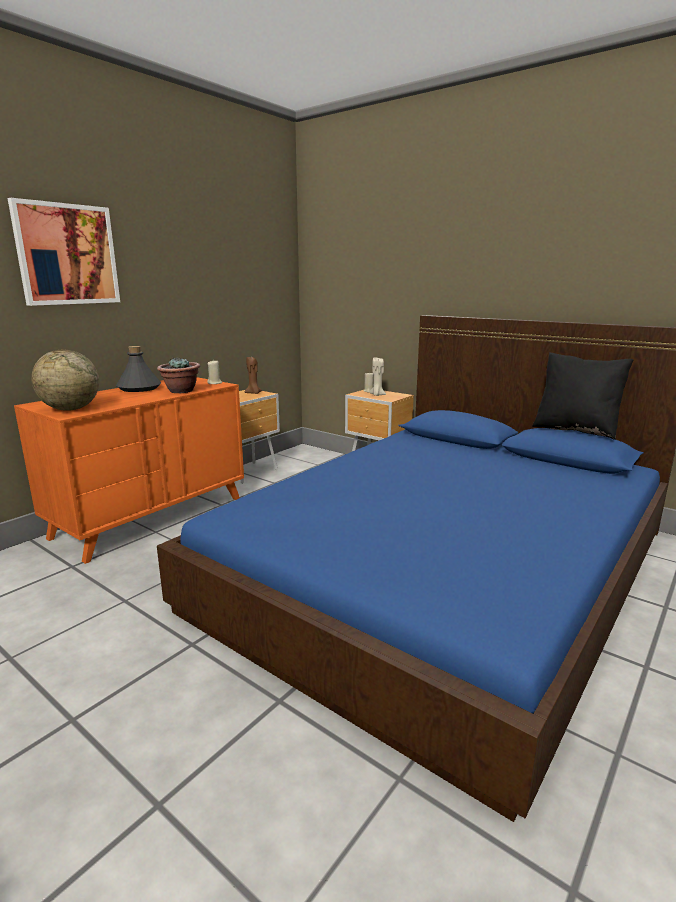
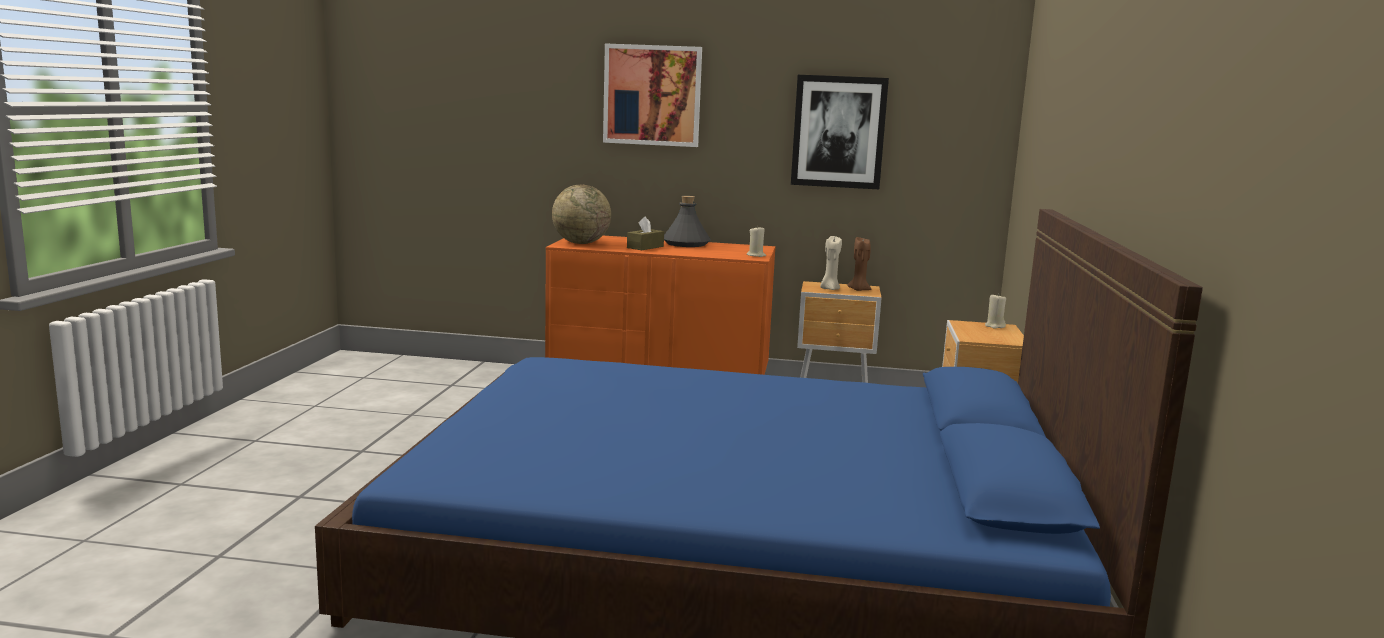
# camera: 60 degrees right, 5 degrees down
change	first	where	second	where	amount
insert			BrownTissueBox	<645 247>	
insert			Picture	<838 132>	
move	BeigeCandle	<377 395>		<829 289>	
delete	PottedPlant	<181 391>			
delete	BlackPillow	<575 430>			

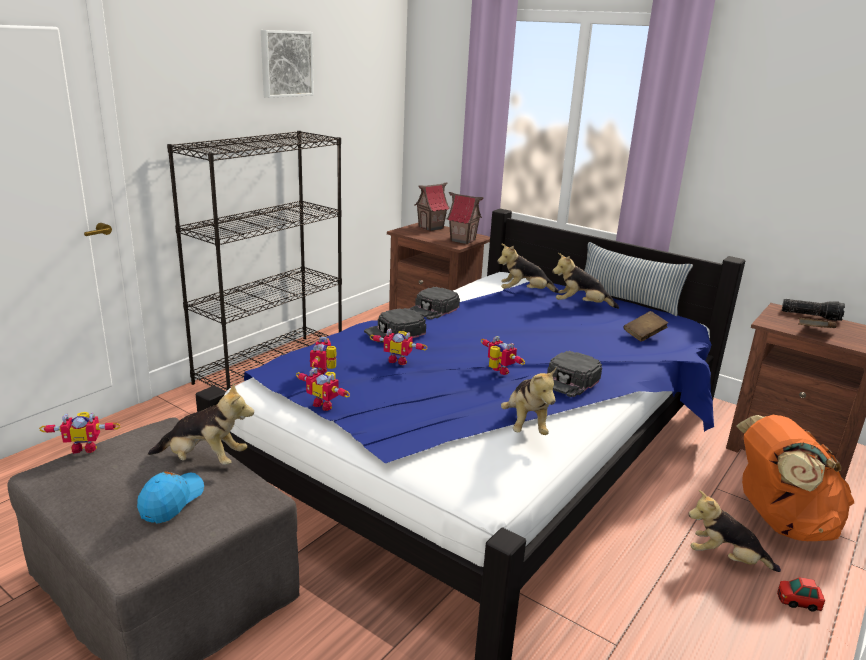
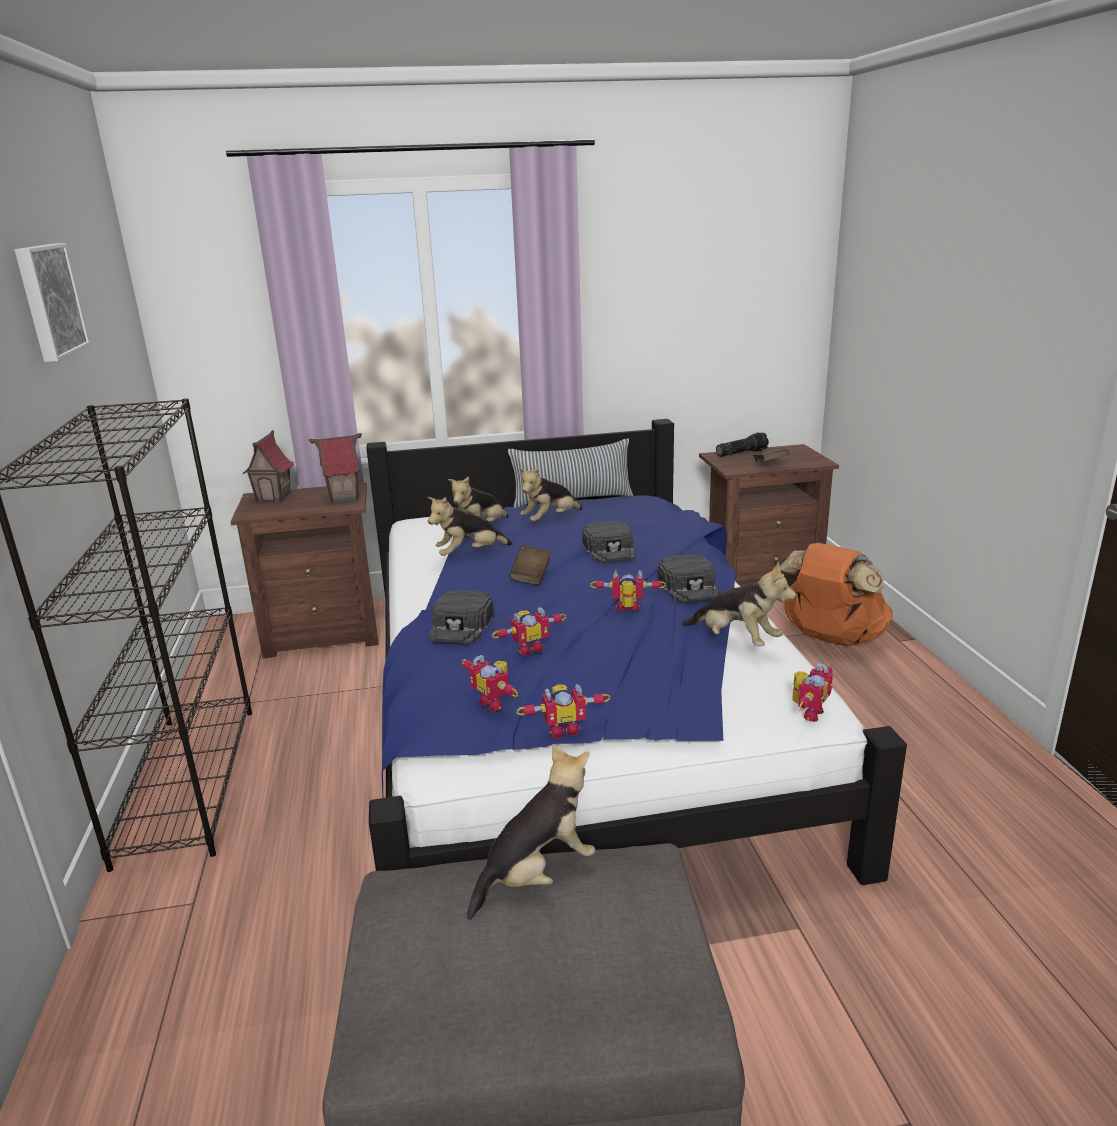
# camera: 45 degrees left, 0 degrees up
change	first	where	second	where	amount
move	PlushToy	<725 559>		<469 554>	
move	BrownBook	<644 335>		<531 576>	
move	BlackCap	<433 309>		<610 549>	
move	ToyRobot	<85 447>		<808 712>	
delete	BlueCap	<171 501>			
delete	ToyCar	<798 601>			

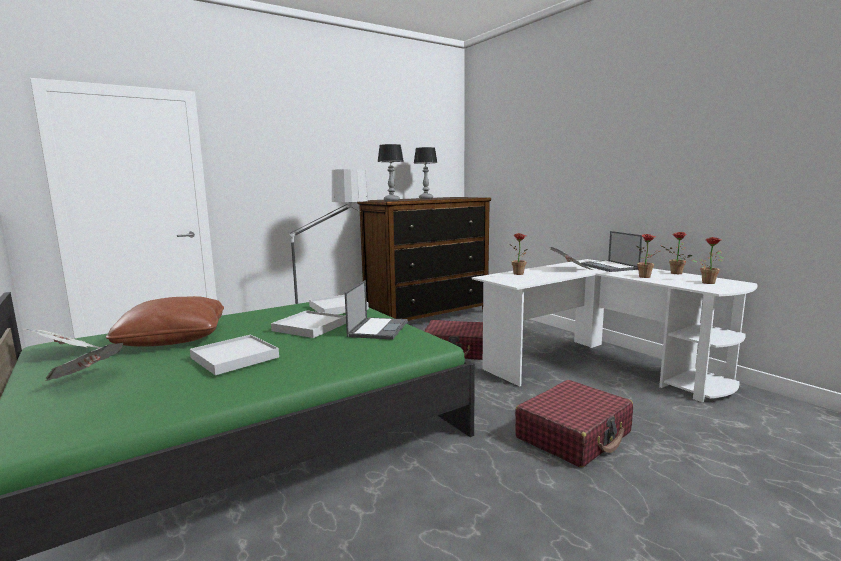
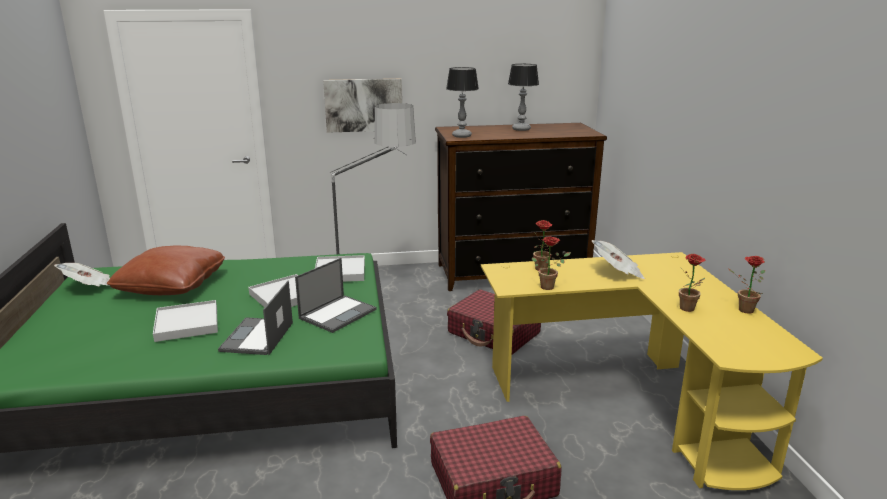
# camera: 25 degrees right, 10 degrees up
change	first	where	second	where	amount
move	Laptop	<610 267>		<257 337>	
insert			Picture	<363 105>	
recolor	WhiteDesk	<600 367>	YellowDesk	<634 401>	
move	PottedPlant	<708 282>		<549 286>	
delete	Newspaper	<88 379>			

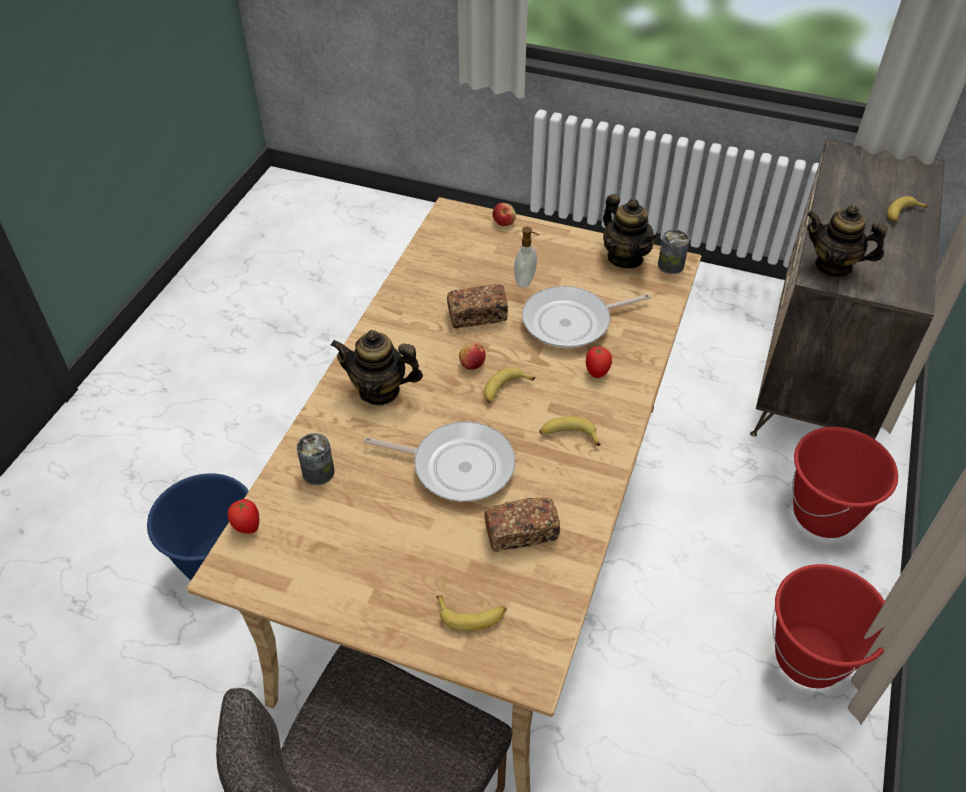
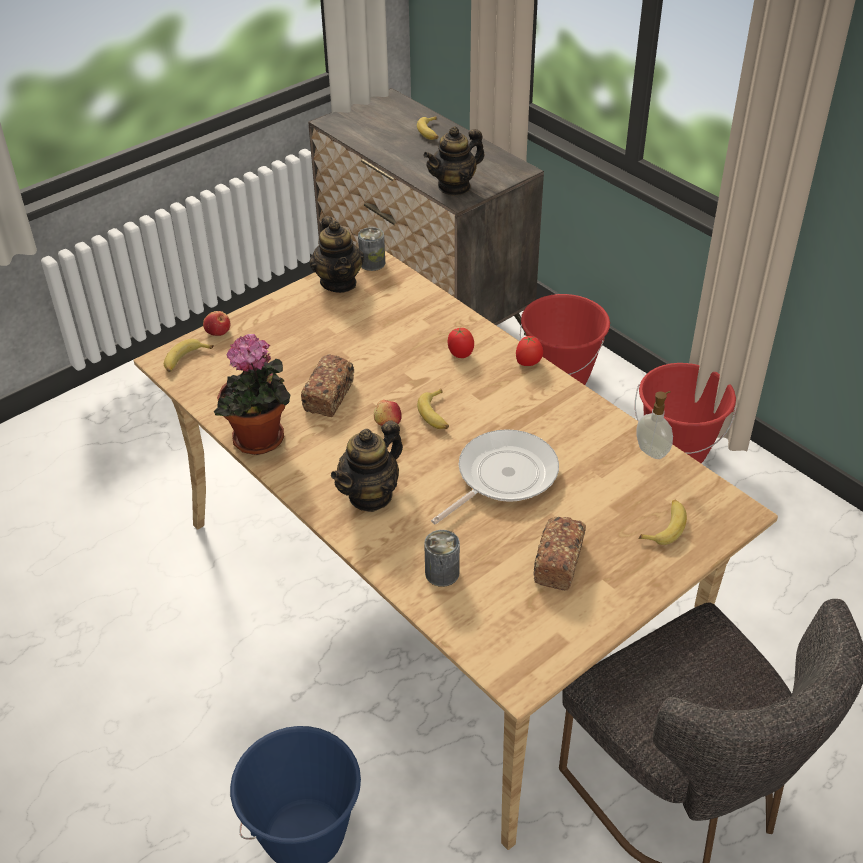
# camera: 60 degrees left, 5 degrees down
change	first	where	second	where	amount
move	Banana	<568 435>		<185 360>	
insert			PottedPlant	<260 442>	
rotate	Teapot	<625 257>		<339 282>	75 degrees clockwise
move	Tomato	<247 526>		<528 363>	
move	Bread	<521 532>		<558 562>	
move	SoapDispenser	<525 281>		<652 451>	
delete	FryingPan	<571 322>			

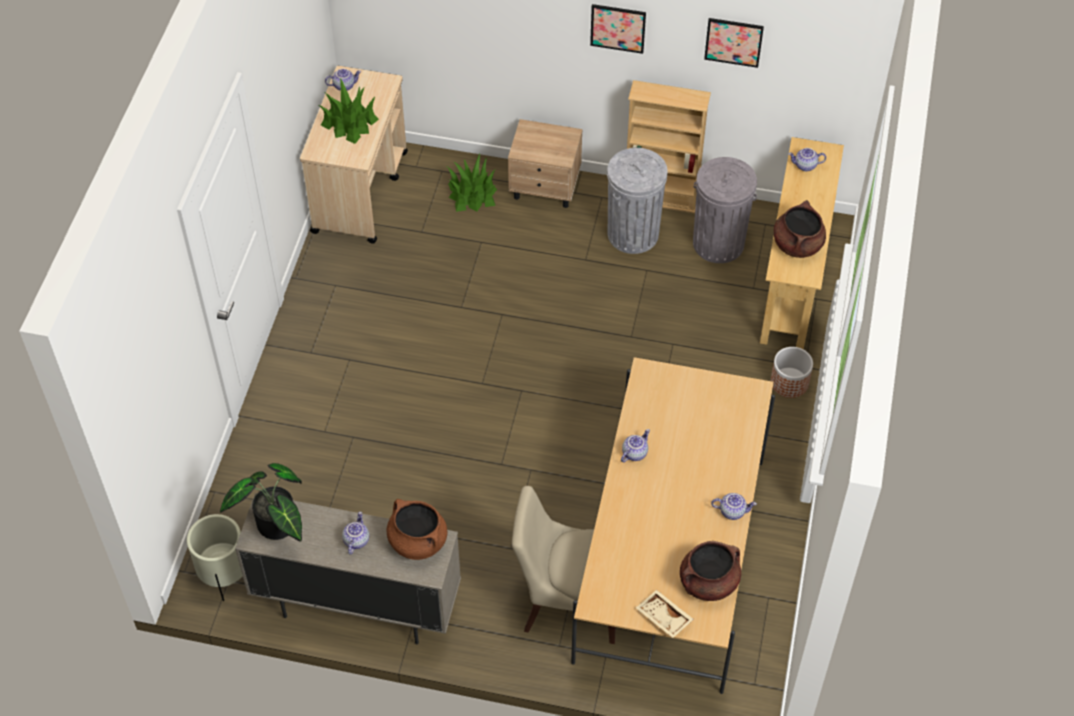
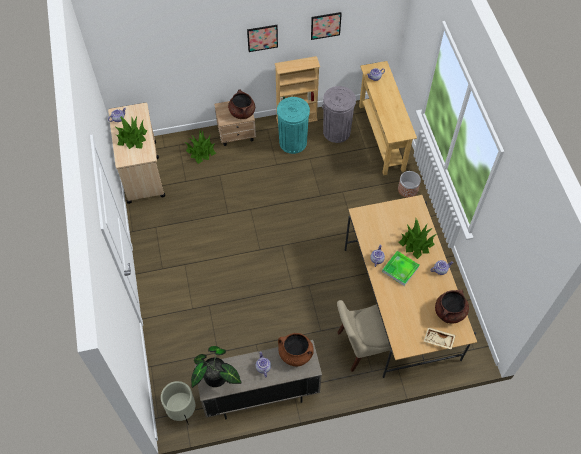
# camera: 25 degrees left, 5 degrees up
change	first	where	second	where	amount
move	BrownCookingPot	<797 244>		<242 112>	
recolor	GreyTrashCan	<633 234>	TurquoiseTrashCan	<293 142>	
insert			Tray	<400 269>	
insert			PottedPlant	<416 243>	

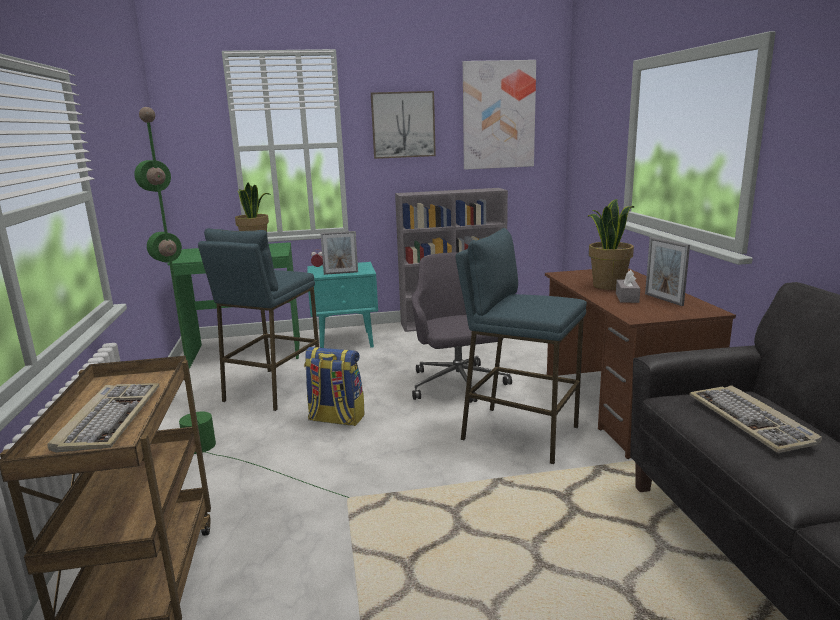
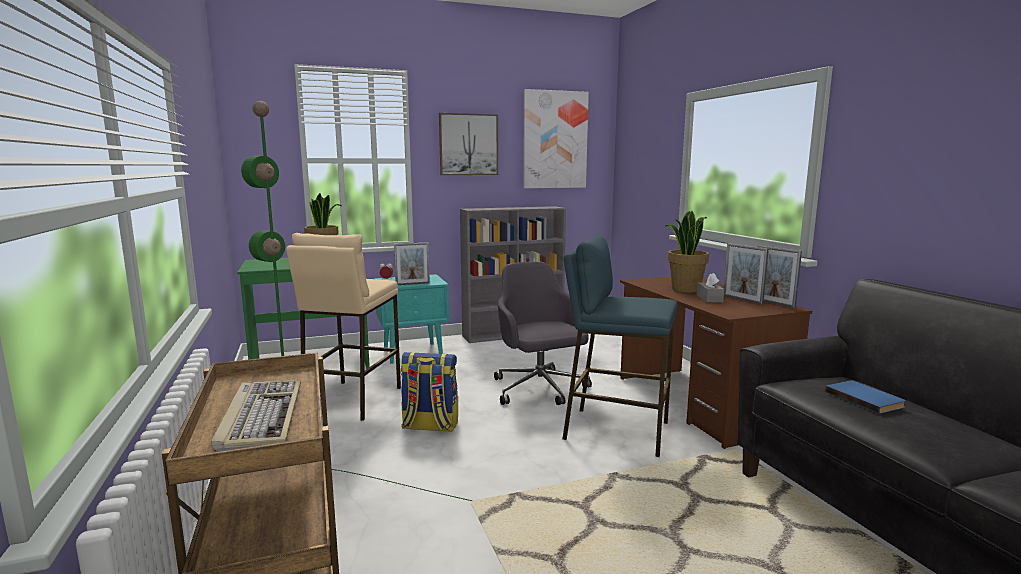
# camera: 10 degrees left, 5 degrees down
change	first	where	second	where	amount
recolor	BlueStool	<272 389>	BeigeStool	<352 400>	
insert			PictureFrame	<773 303>	
replace	Keyboard	<751 421>	BlueBook	<865 399>	

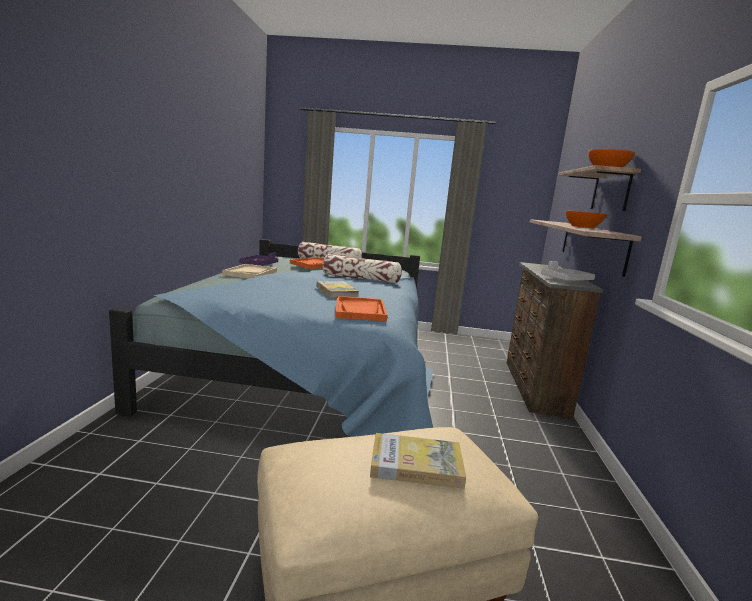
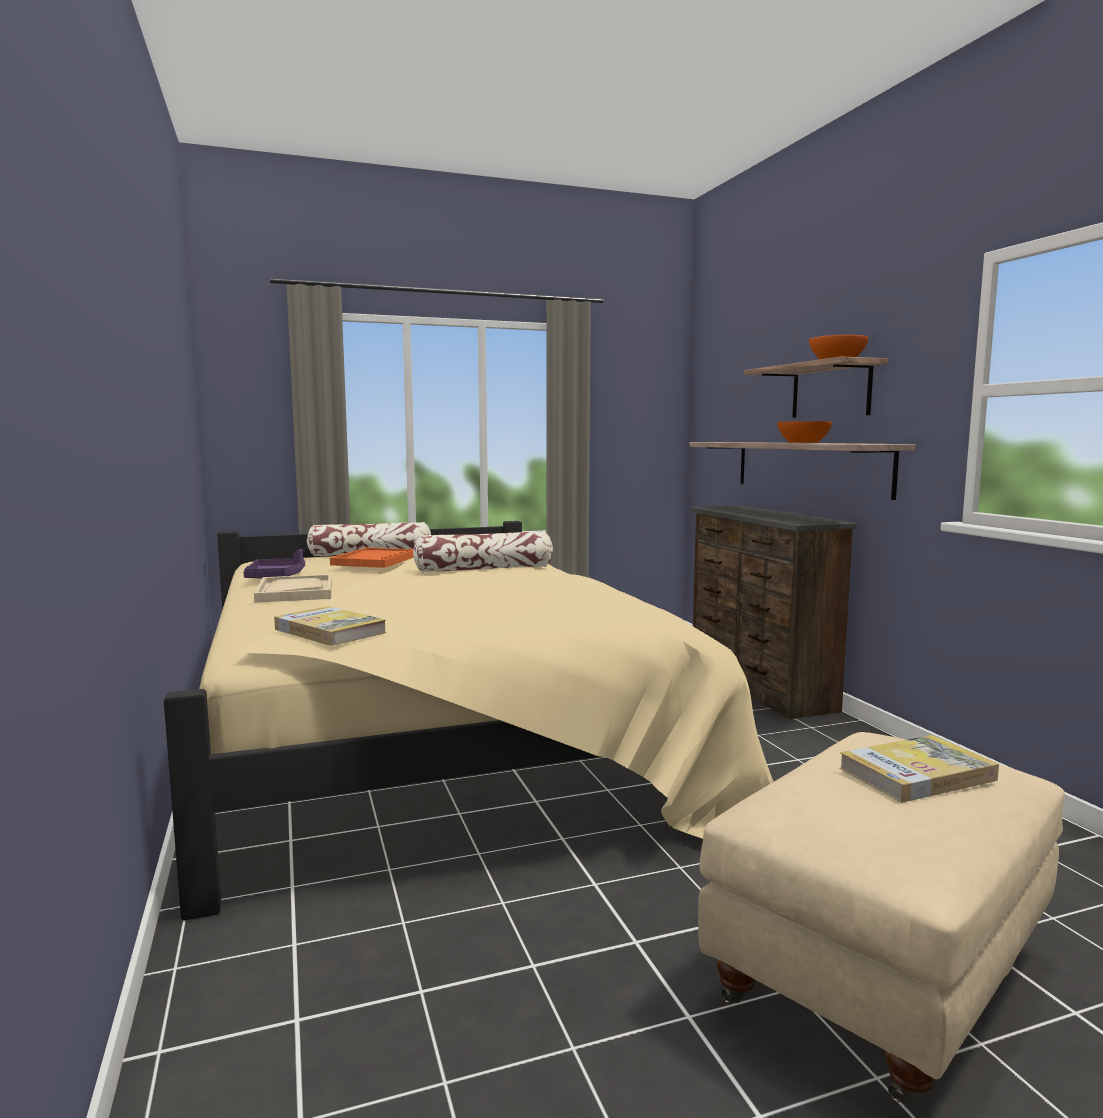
# camera: 25 degrees left, 5 degrees down
change	first	where	second	where	amount
recolor	BlueBed	<312 367>	BeigeBed	<435 742>	
move	Book	<336 291>		<330 631>	
delete	OrangeTray	<360 310>			
delete	GreyTray	<566 280>			

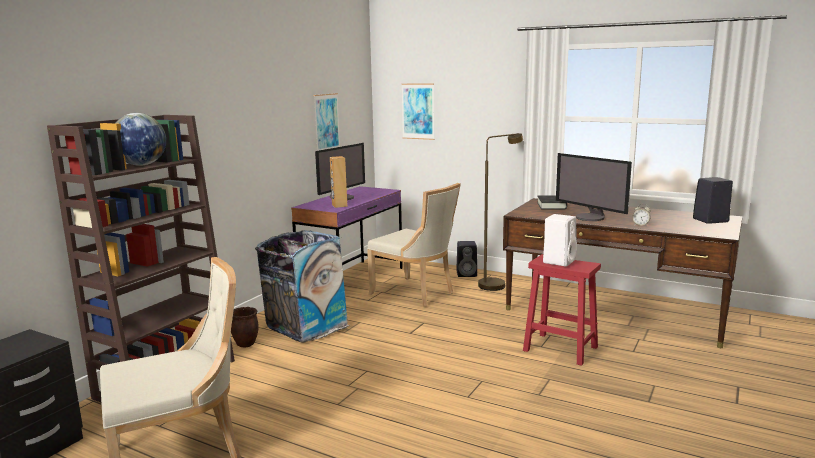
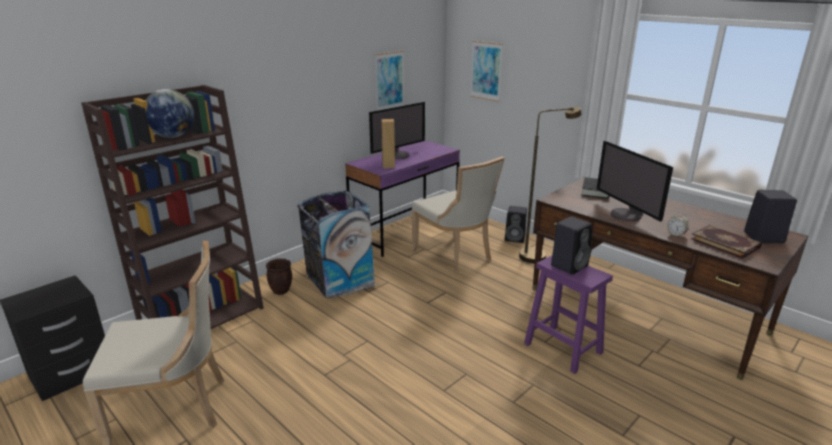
# camera: 15 degrees right, 10 degrees up
change	first	where	second	where	amount
recolor	RedStool	<559 348>	PurpleStool	<561 348>	
recolor	WhiteSpeaker	<559 261>	BlackSpeaker	<569 265>	
insert			Book	<725 243>	

